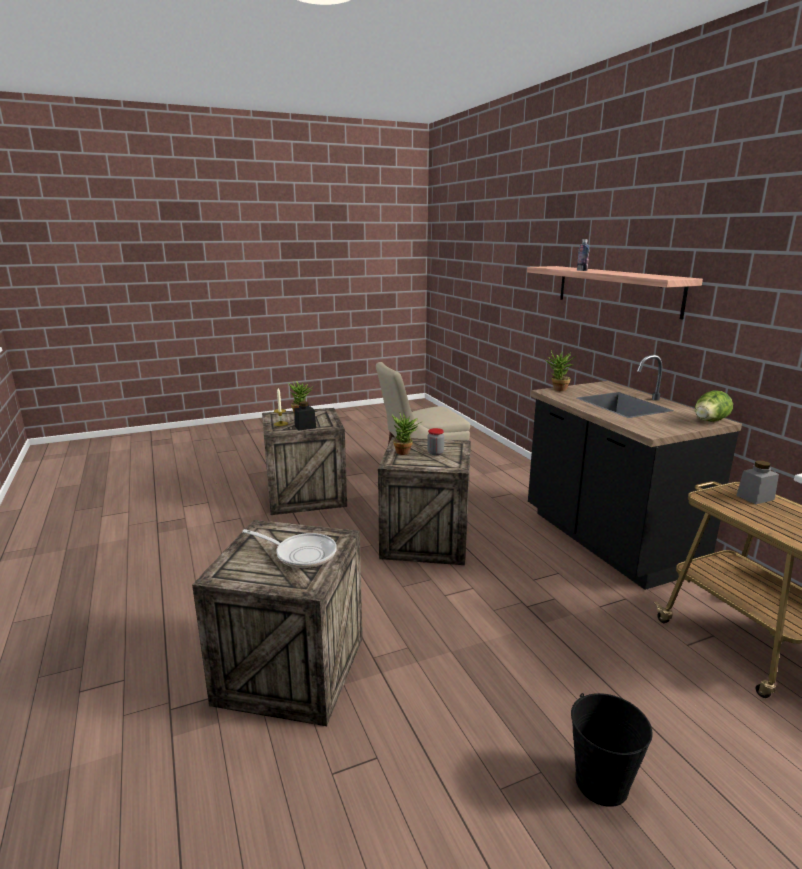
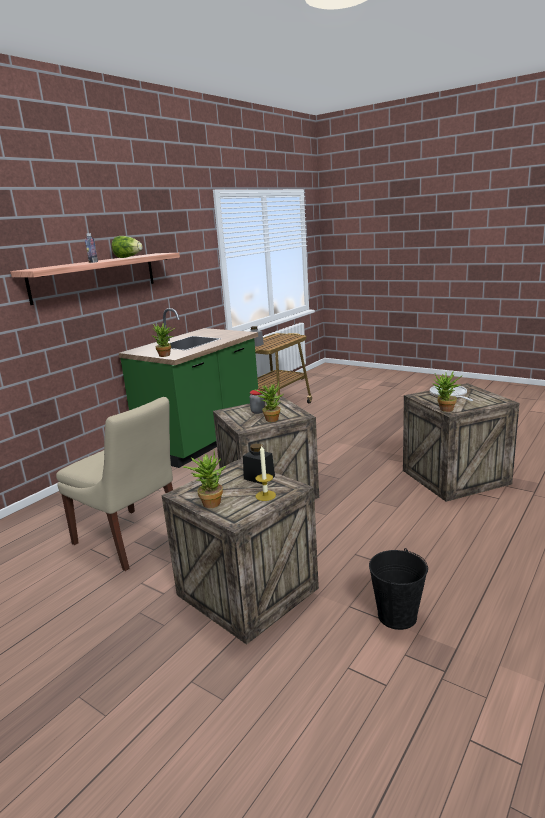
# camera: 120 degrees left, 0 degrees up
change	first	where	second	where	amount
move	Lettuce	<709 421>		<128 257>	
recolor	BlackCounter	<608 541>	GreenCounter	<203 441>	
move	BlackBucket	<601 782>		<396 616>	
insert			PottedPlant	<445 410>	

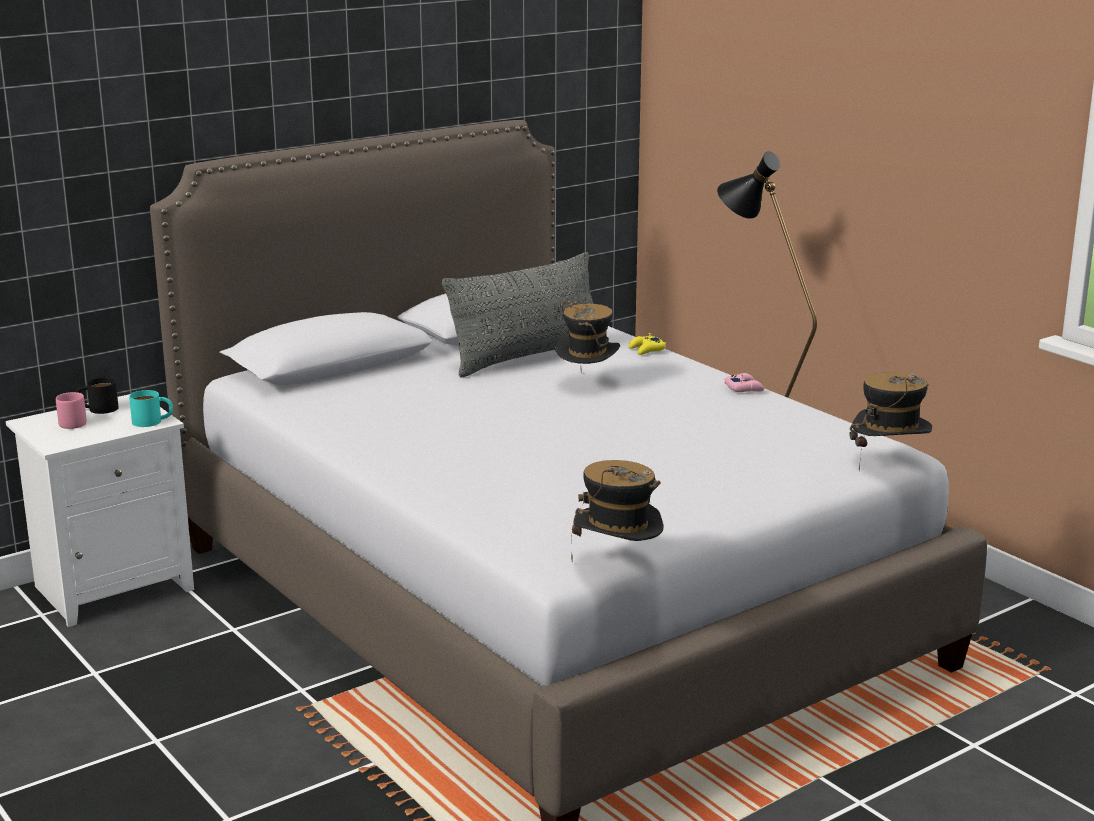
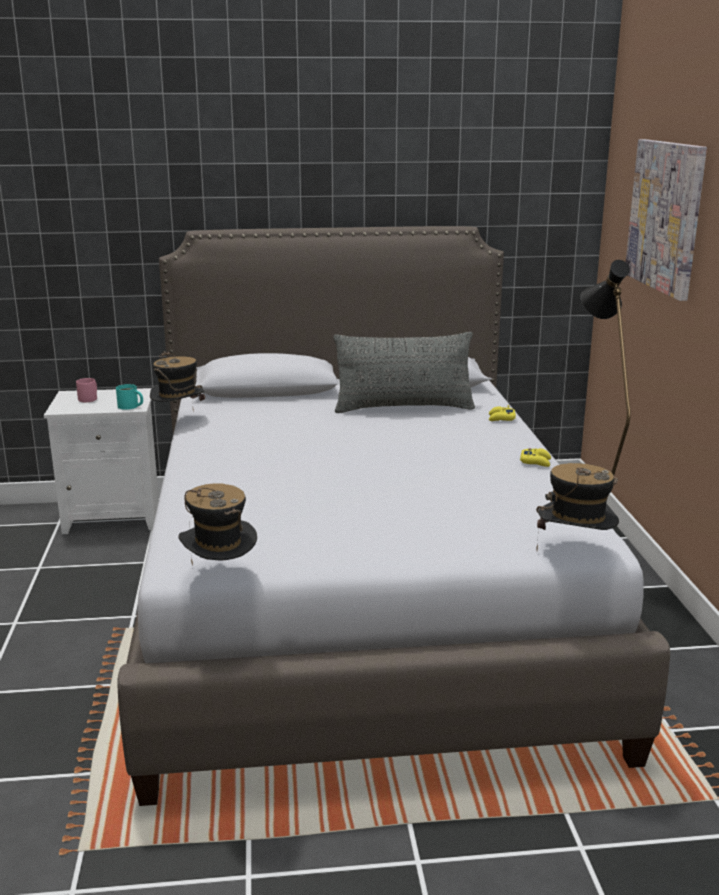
# camera: 30 degrees right, 0 degrees up
change	first	where	second	where	amount
move	Hat	<587 384>		<179 420>	
recolor	PinkGameController	<744 388>	YellowGameController	<536 461>	
insert			Picture	<665 216>	
delete	BlackMug	<97 409>			

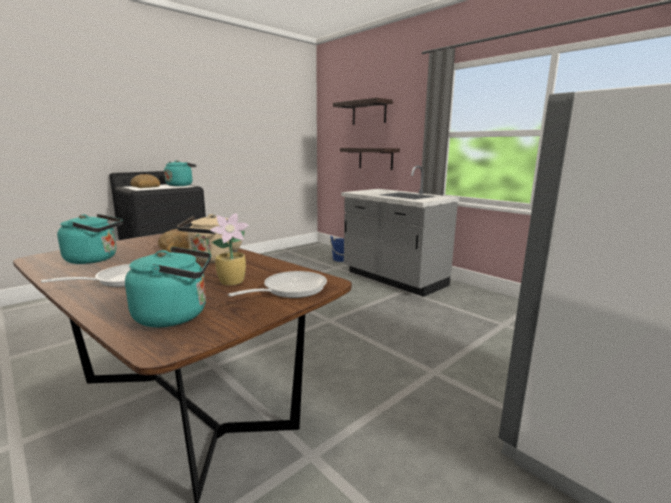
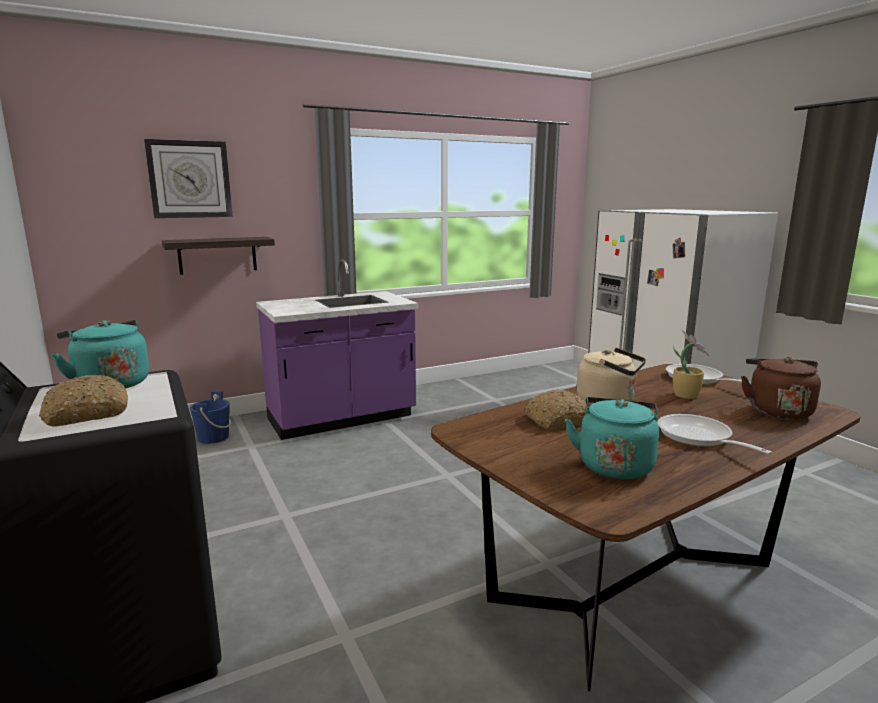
# camera: 75 degrees left, 0 degrees up
change	first	where	second	where	amount
replace	Shelf	<369 113>	WallClock	<190 179>	
recolor	GreyCounter	<393 279>	PurpleCounter	<342 419>	
recolor	TurquoiseKettle	<176 315>	BrownKettle	<777 410>	

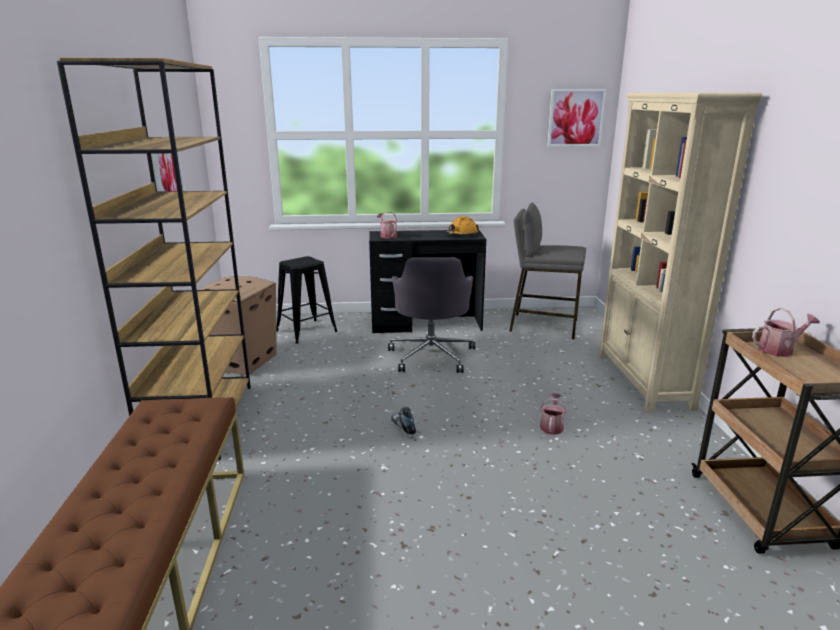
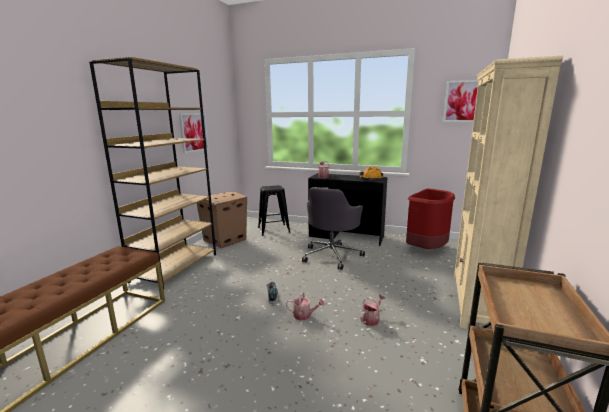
# camera: 25 degrees right, 5 degrees down
change	first	where	second	where	amount
move	WateringCan	<779 350>		<304 315>	
replace	GreyStool	<543 325>	RedTrashCan	<427 249>	

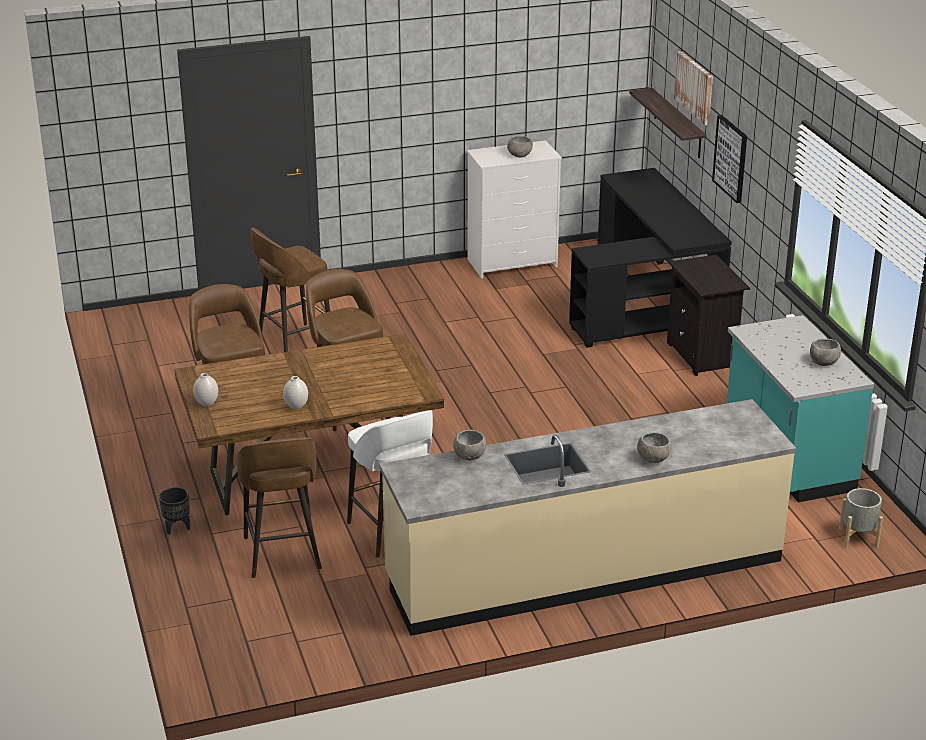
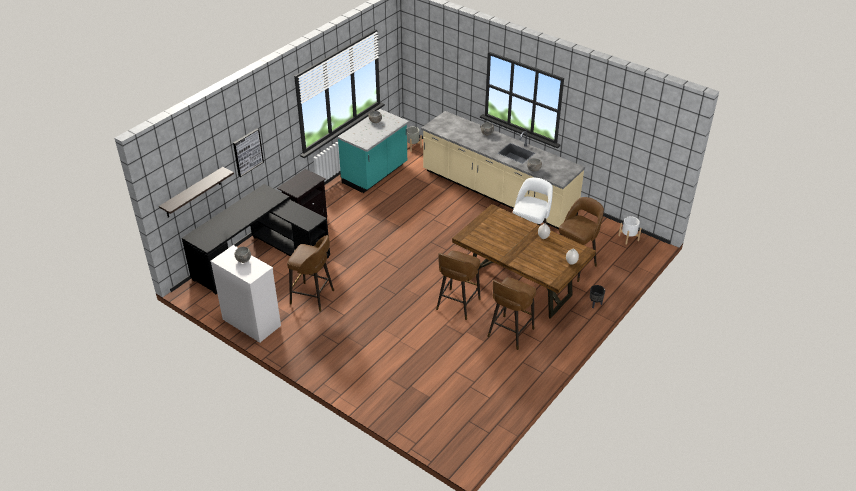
# camera: 125 degrees left, 10 degrees up
change	first	where	second	where	amount
move	BrownStool	<293 343>		<313 297>	
insert			WhitePlanter	<628 238>	
delete	Picture	<694 87>			

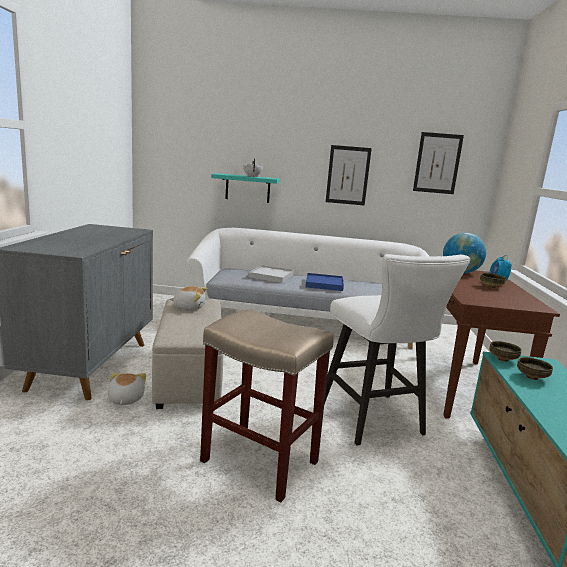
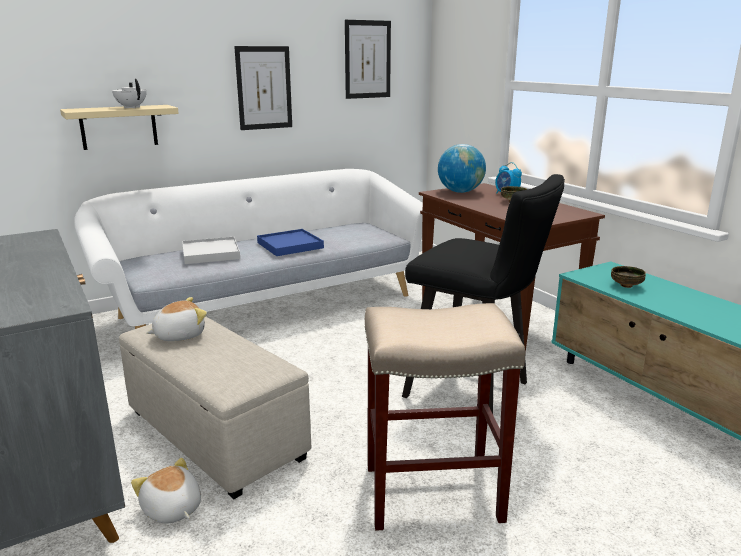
# camera: 35 degrees left, 5 degrees up
change	first	where	second	where	amount
recolor	TurquoiseShelf	<247 188>	BeigeShelf	<119 127>	
recolor	WhiteStool	<375 422>	BlackStool	<475 391>	
delete	Bowl	<502 359>			

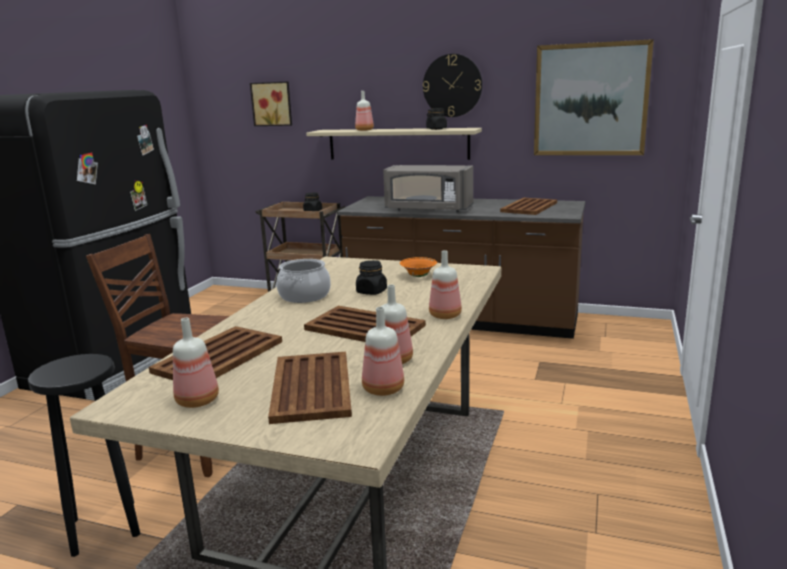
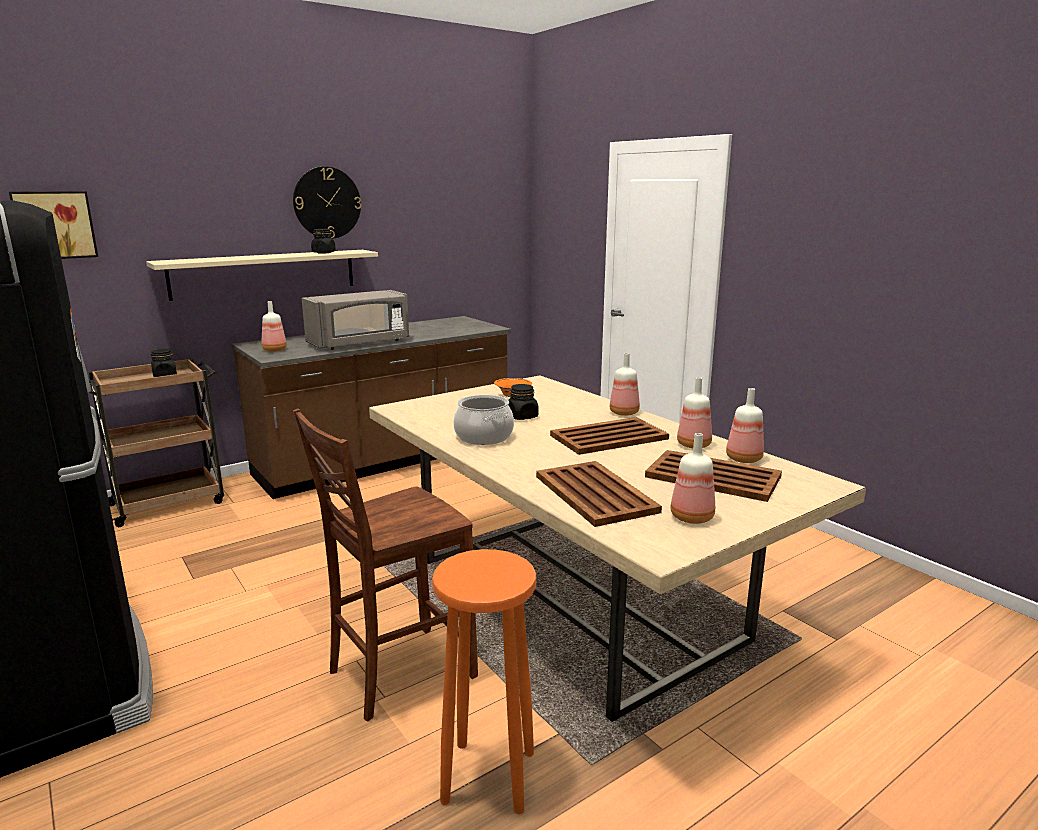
# camera: 55 degrees left, 0 degrees up
change	first	where	second	where	amount
move	Bottle	<364 130>		<274 350>	
recolor	BlackStool	<104 526>	OrangeStool	<487 775>	
delete	BrownTray	<528 207>			
delete	Picture	<590 100>			

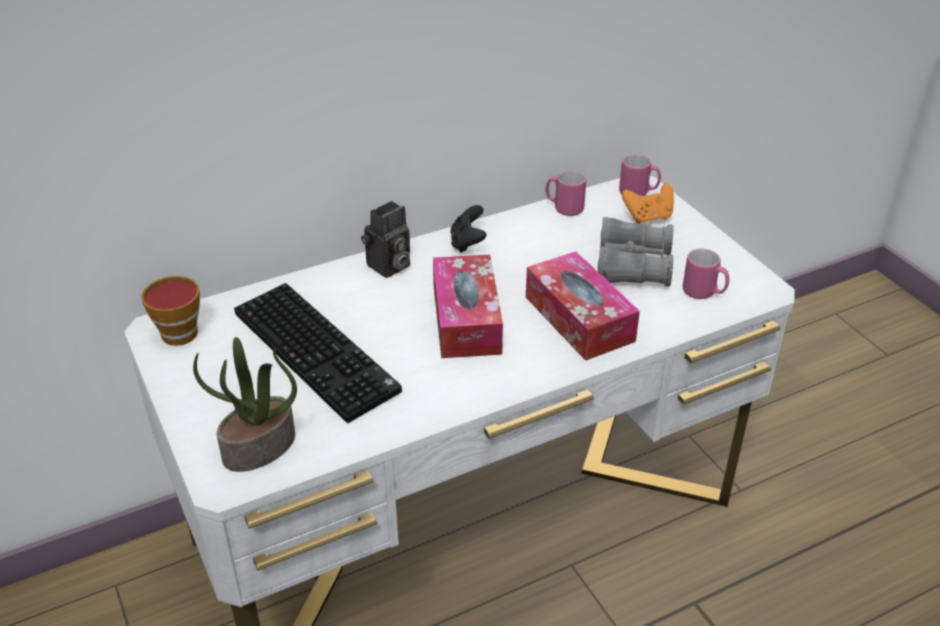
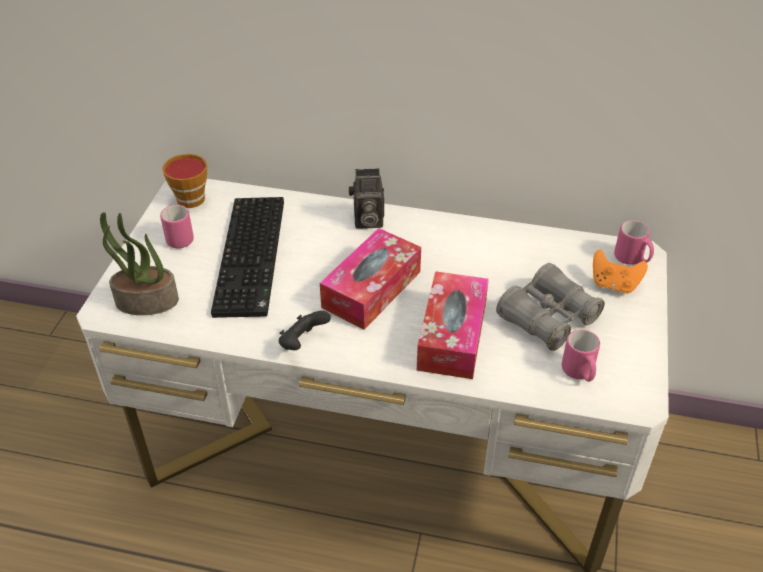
# camera: 40 degrees right, 5 degrees up
change	first	where	second	where	amount
move	PinkMug	<563 208>		<178 237>	
move	BlackGameController	<467 243>		<303 343>	

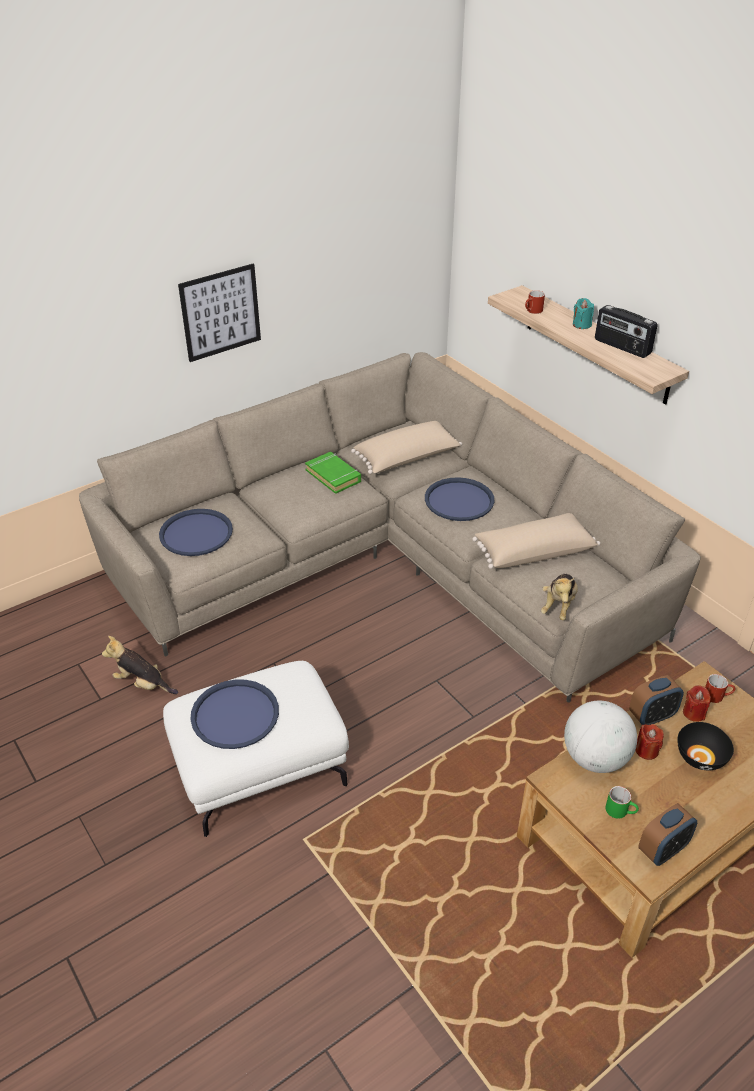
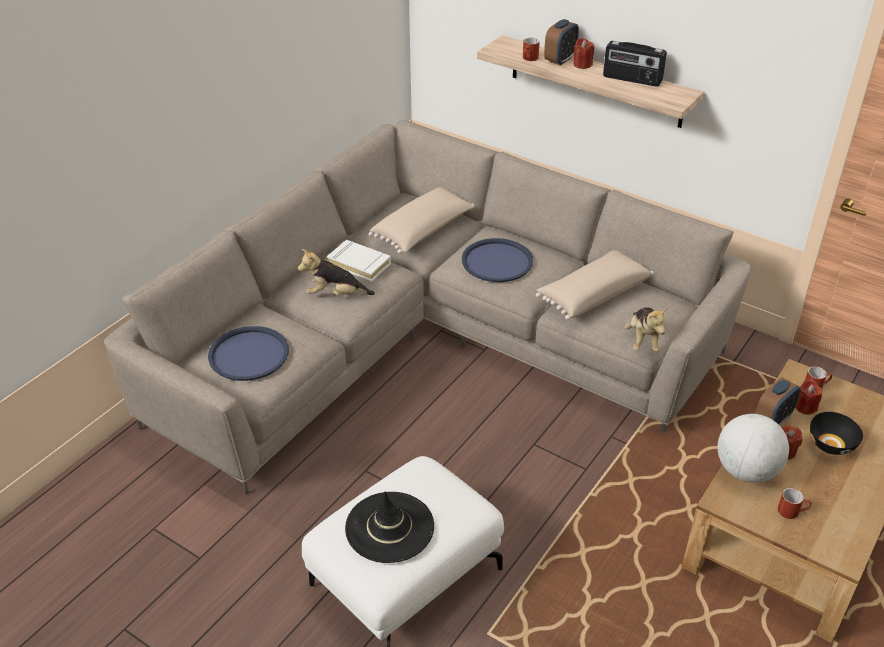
# camera: 20 degrees left, 0 degrees up
change	first	where	second	where	amount
move	PlushToy	<142 684>		<336 294>	
recolor	GreenBook	<333 476>	WhiteBook	<359 264>	
replace	BlueTray	<235 715>	BlackHat	<389 527>	
move	AlarmClock	<662 850>		<560 60>	
recolor	TurquoiseCandle	<581 325>	RedCandle	<582 64>	
recolor	GreenMug	<620 811>	RedMug	<792 511>	
delete	Picture	<220 312>			

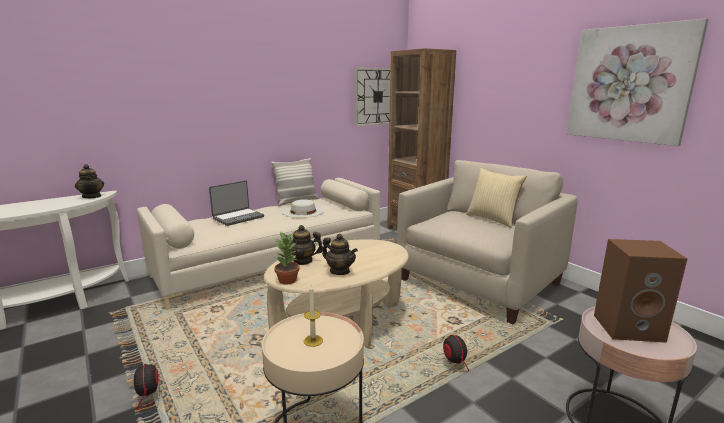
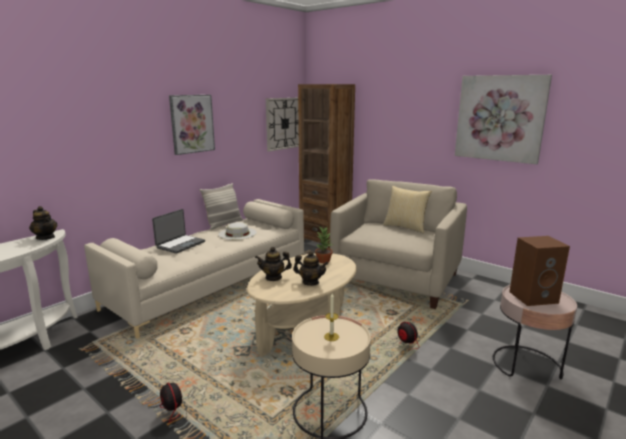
# camera: 15 degrees left, 0 degrees up
change	first	where	second	where	amount
insert			Picture	<192 124>	
move	PottedPlant	<288 280>		<323 260>	

